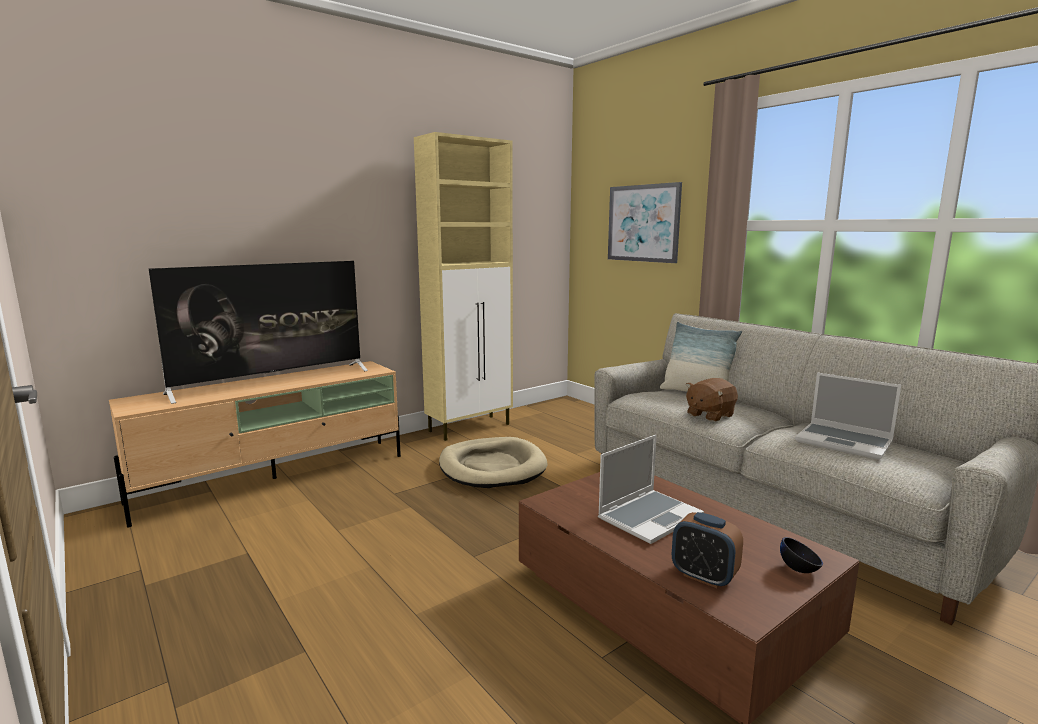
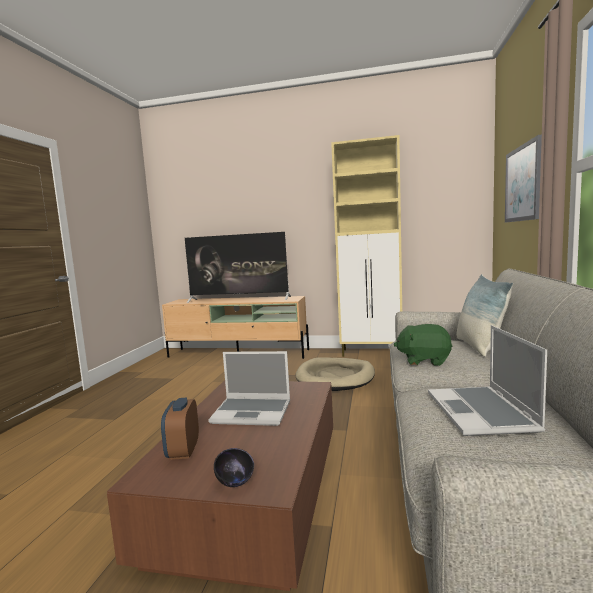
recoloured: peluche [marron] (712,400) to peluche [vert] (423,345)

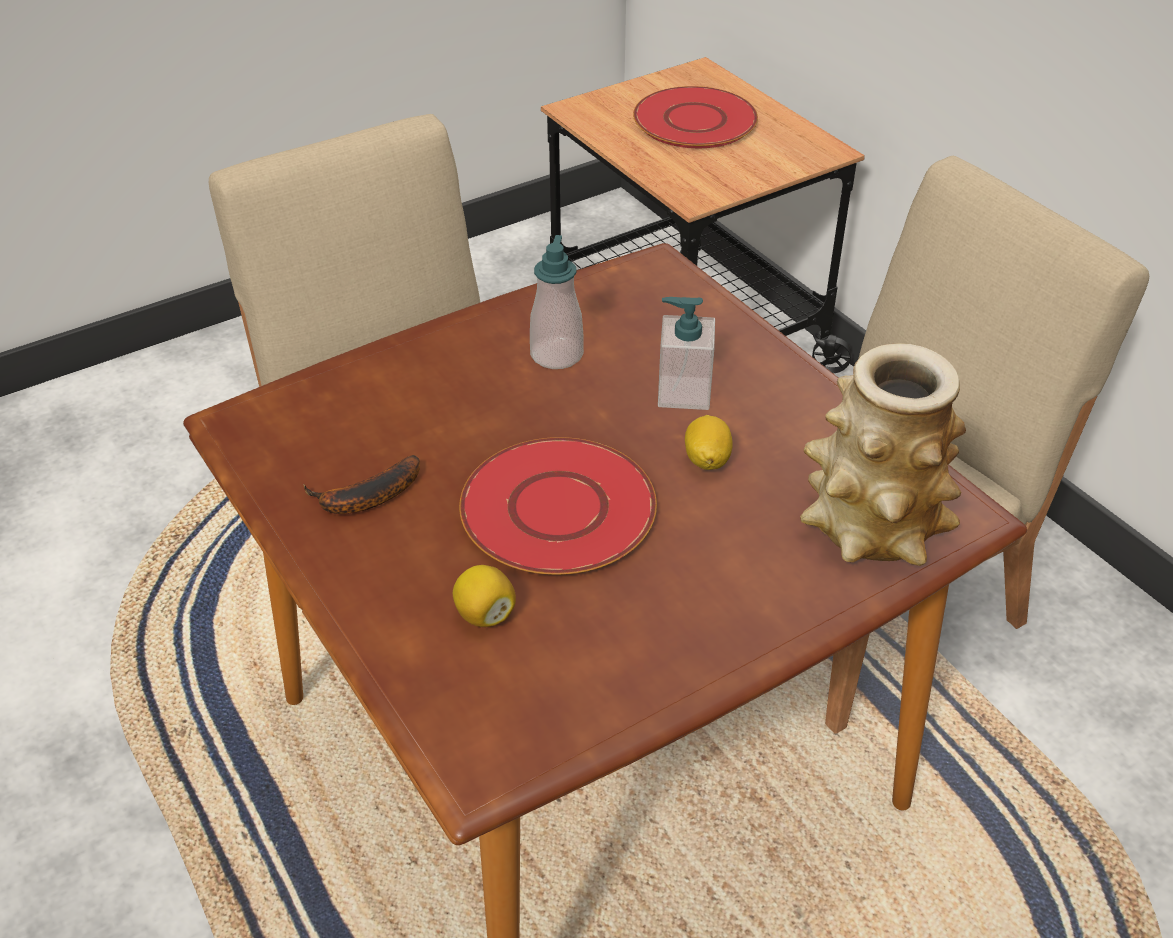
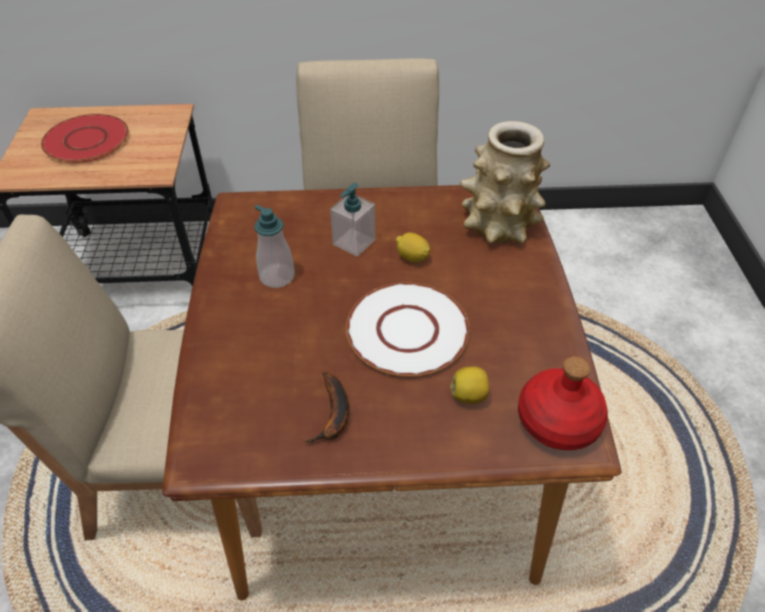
added: bouteille [rouge] (563,403)
recoloured: assiette [rouge] (558,506) to assiette [blanc] (408,329)

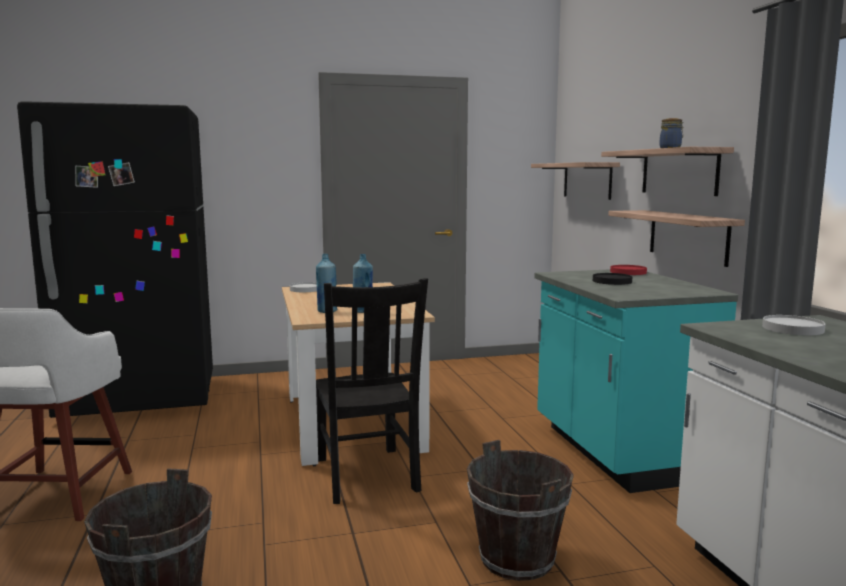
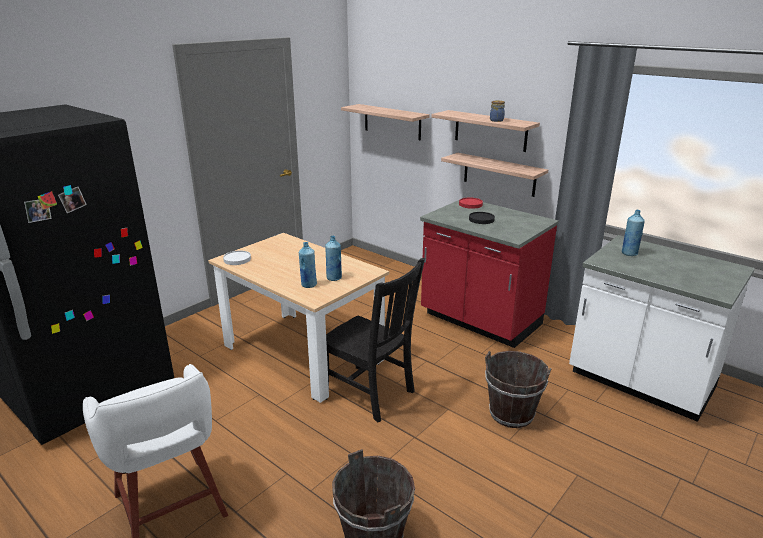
replaced: assiette [blanc] (794,325) to bouteille [bleu] (633,233)
recoloured: comptoir de cuisine [turquoise] (636,381) to comptoir de cuisine [rouge] (489,274)

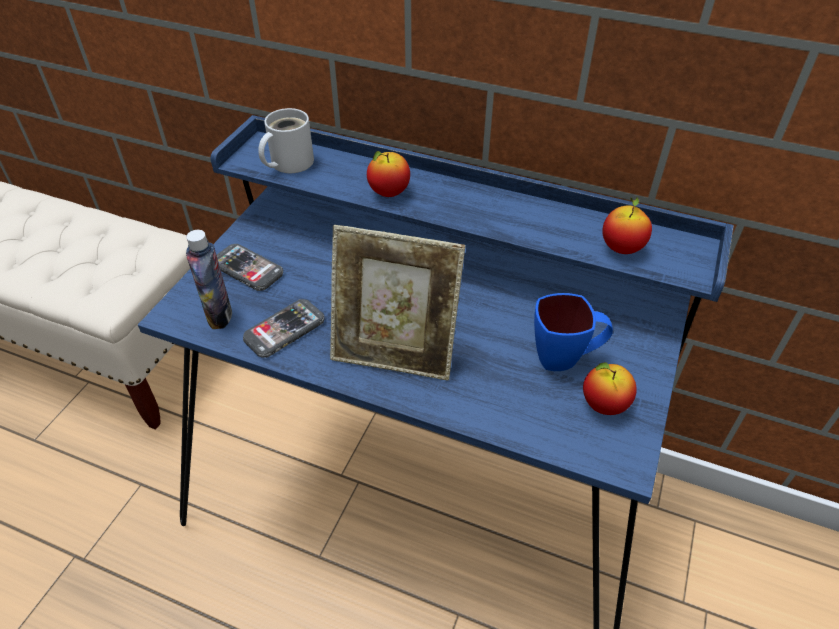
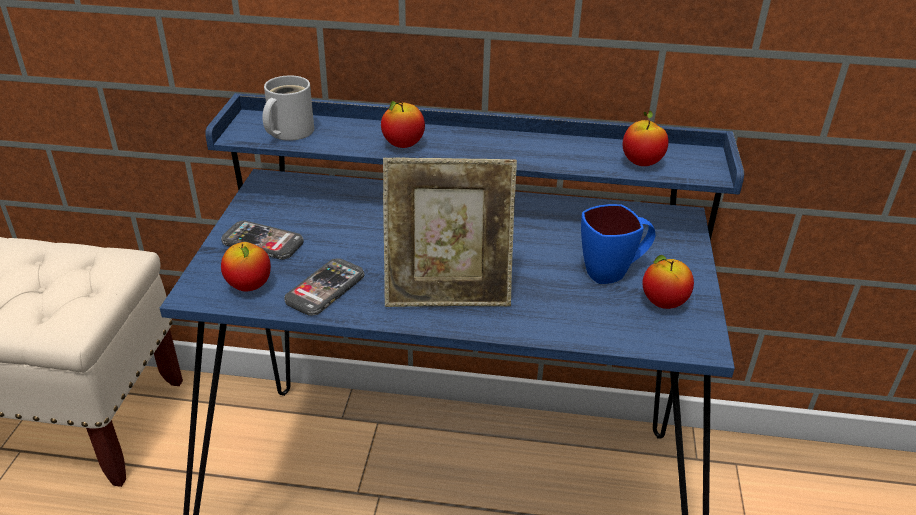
replaced: bouteille (209,279) to pomme (246,266)

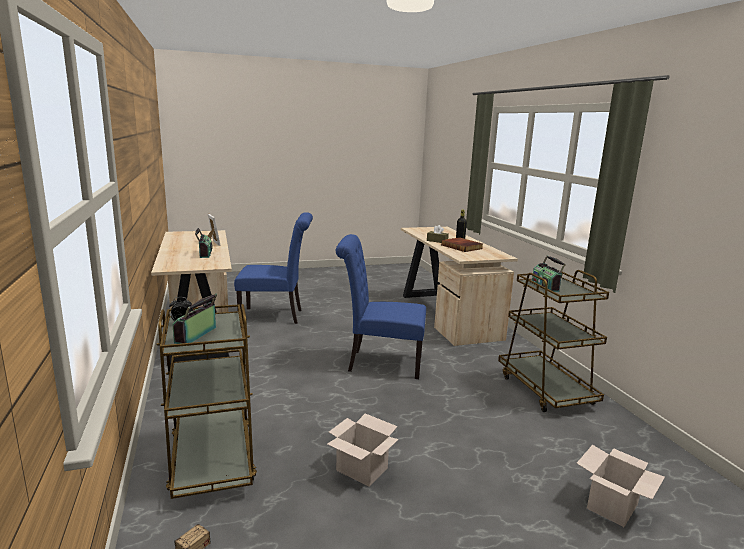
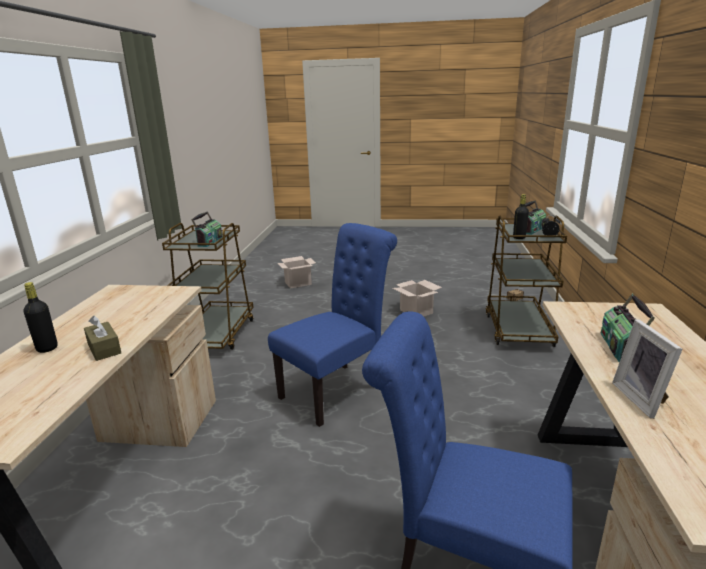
removed: livre (462,244)
added: bouteille [noir] (521,216)
turned: chaise [bleu] (381,306) = (332,325) 75 degrees counterclockwise

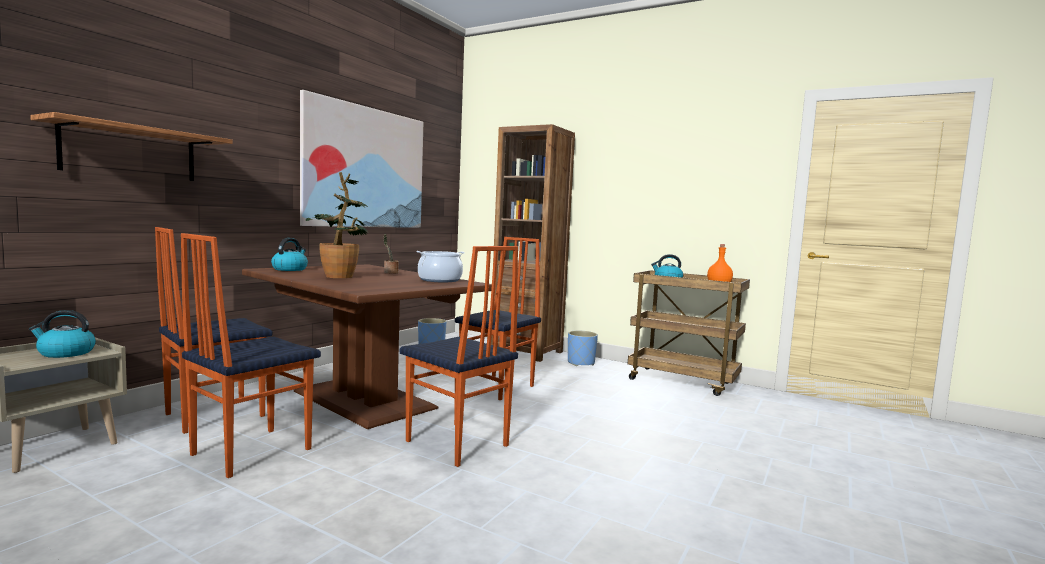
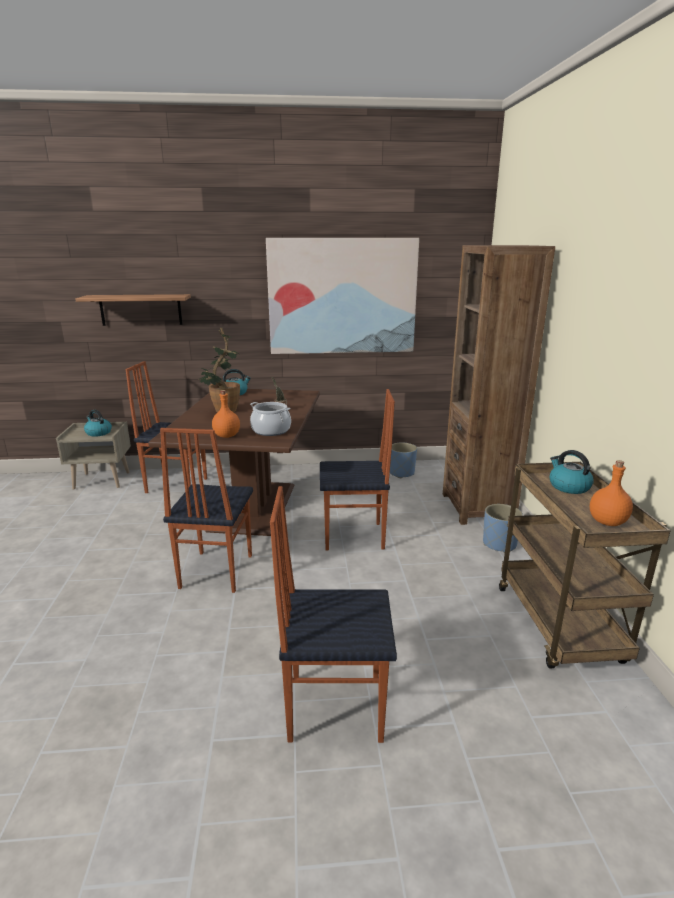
added: bouteille [orange] (226,414)
moved: chaise (251,355) to (333,614)

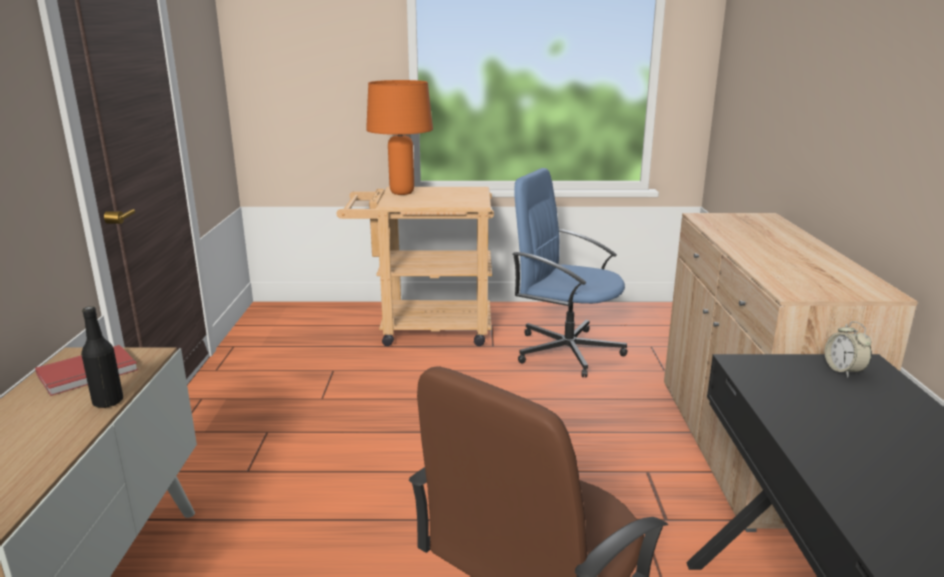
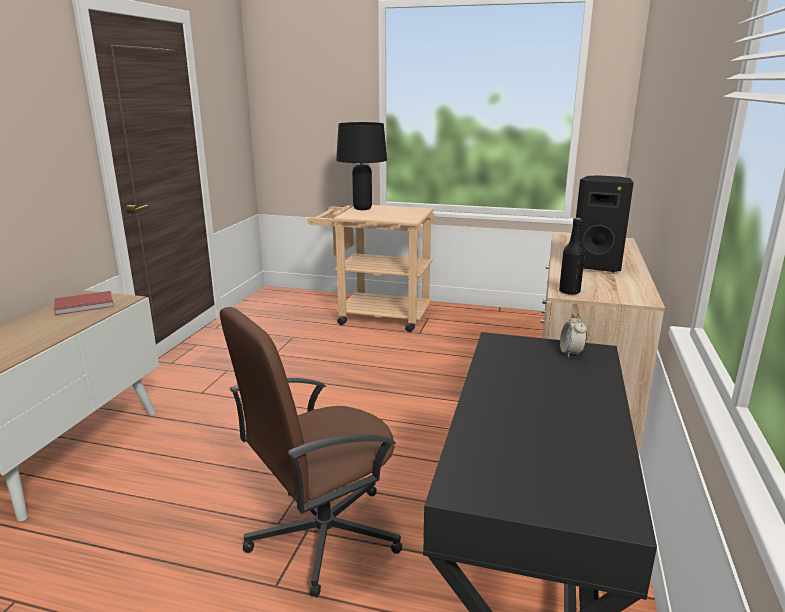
removed: chaise de bureau [bleu] (570,272)
added: enceinte [noir] (605,223)
moved: bouteille [noir] (102,357) to (572,256)
recoloured: lampe de table [orange] (399,137) to lampe de table [noir] (361,166)

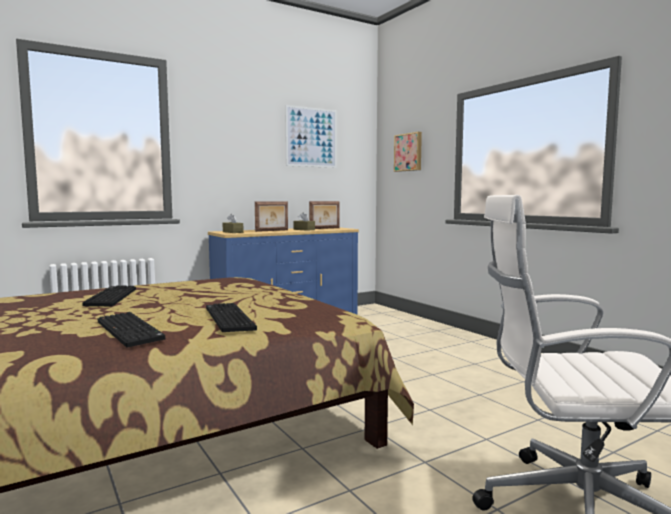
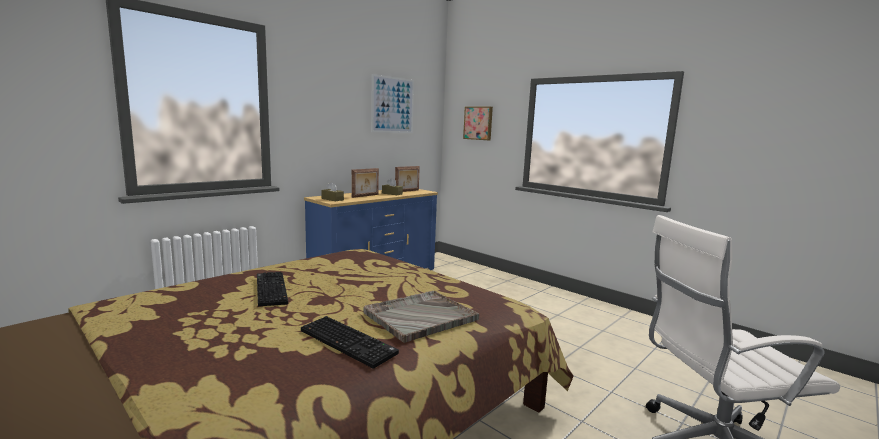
replaced: clavier (231,317) to plateau [gris] (421,317)

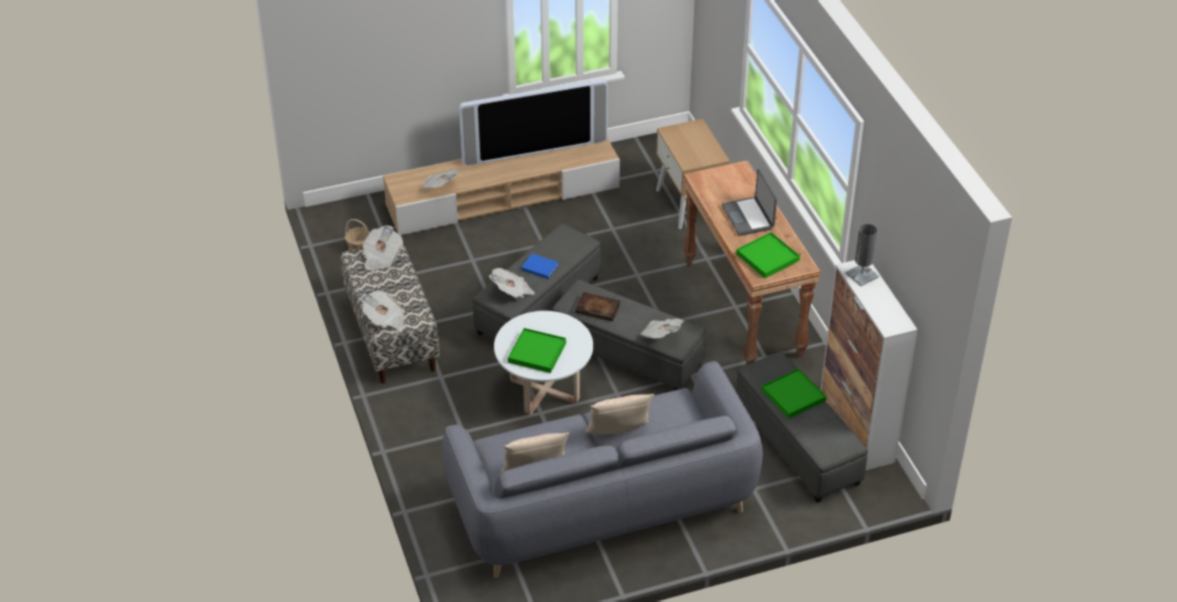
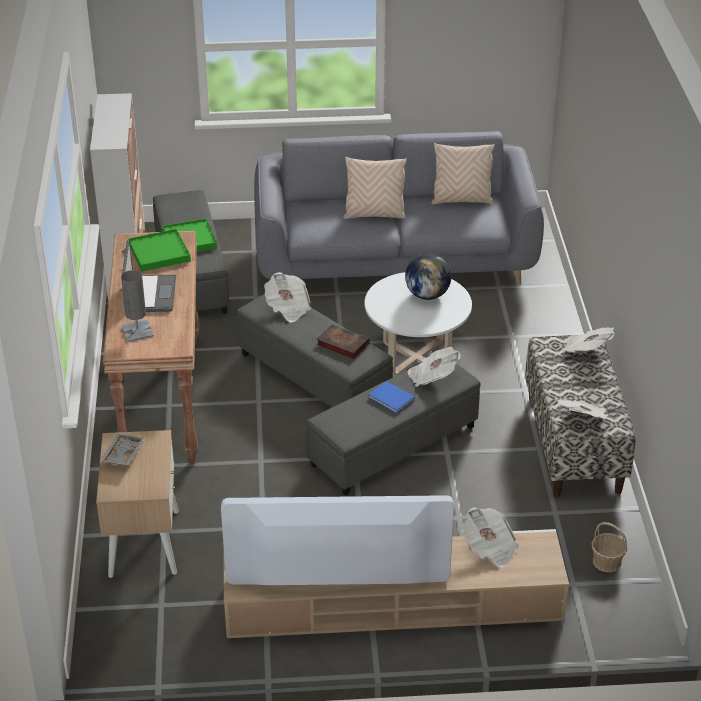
added: plateau [gris] (122,449)
moved: lampe de table [gris] (862,255) to (137,306)
replaced: plateau [vert] (537,350) to globe (428,277)

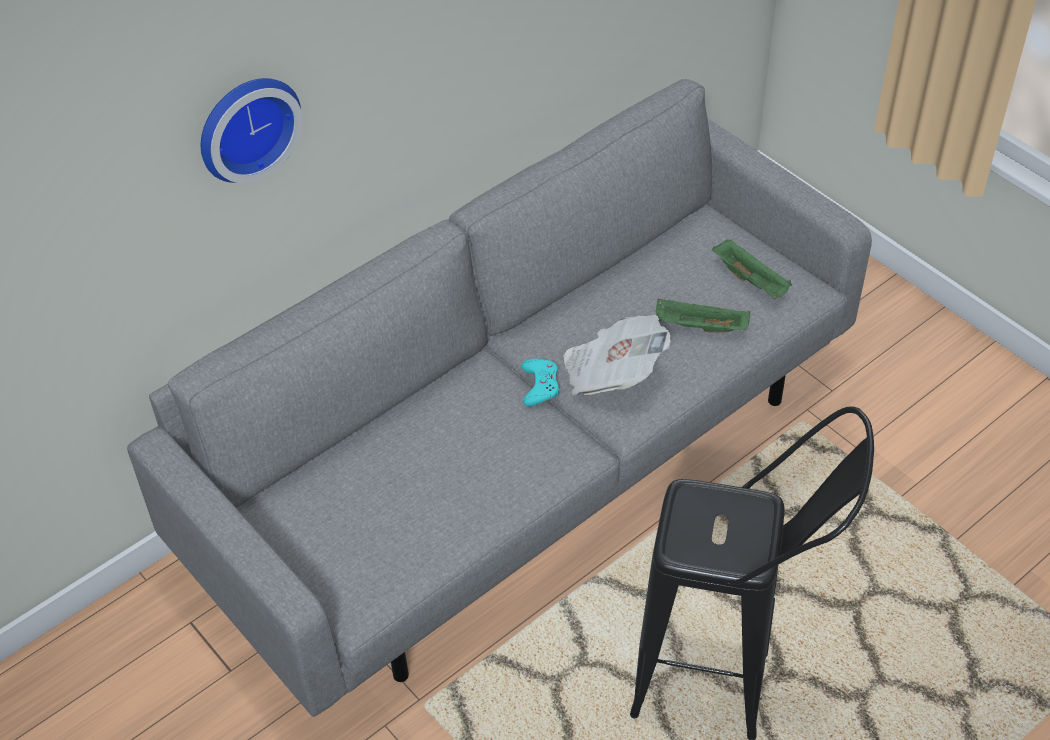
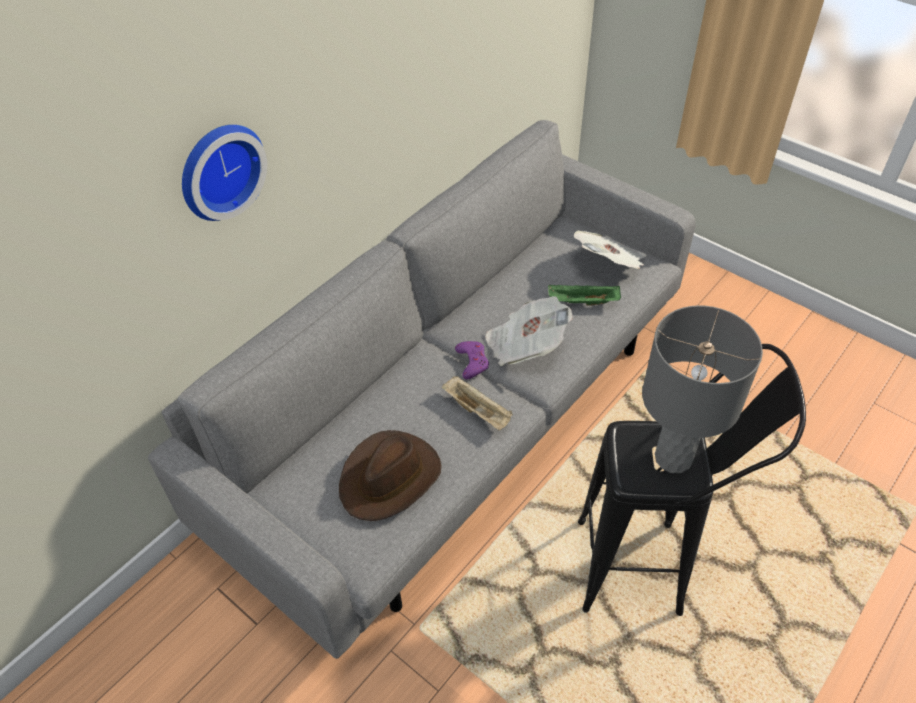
added: chapeau [marron] (390,475); plateau [beige] (477,403); lampe de table [gris] (702,389)
replaced: plateau [vert] (752,269) to journal (610,250)
recoloured: manette [turquoise] (540,383) to manette [violet] (472,360)

